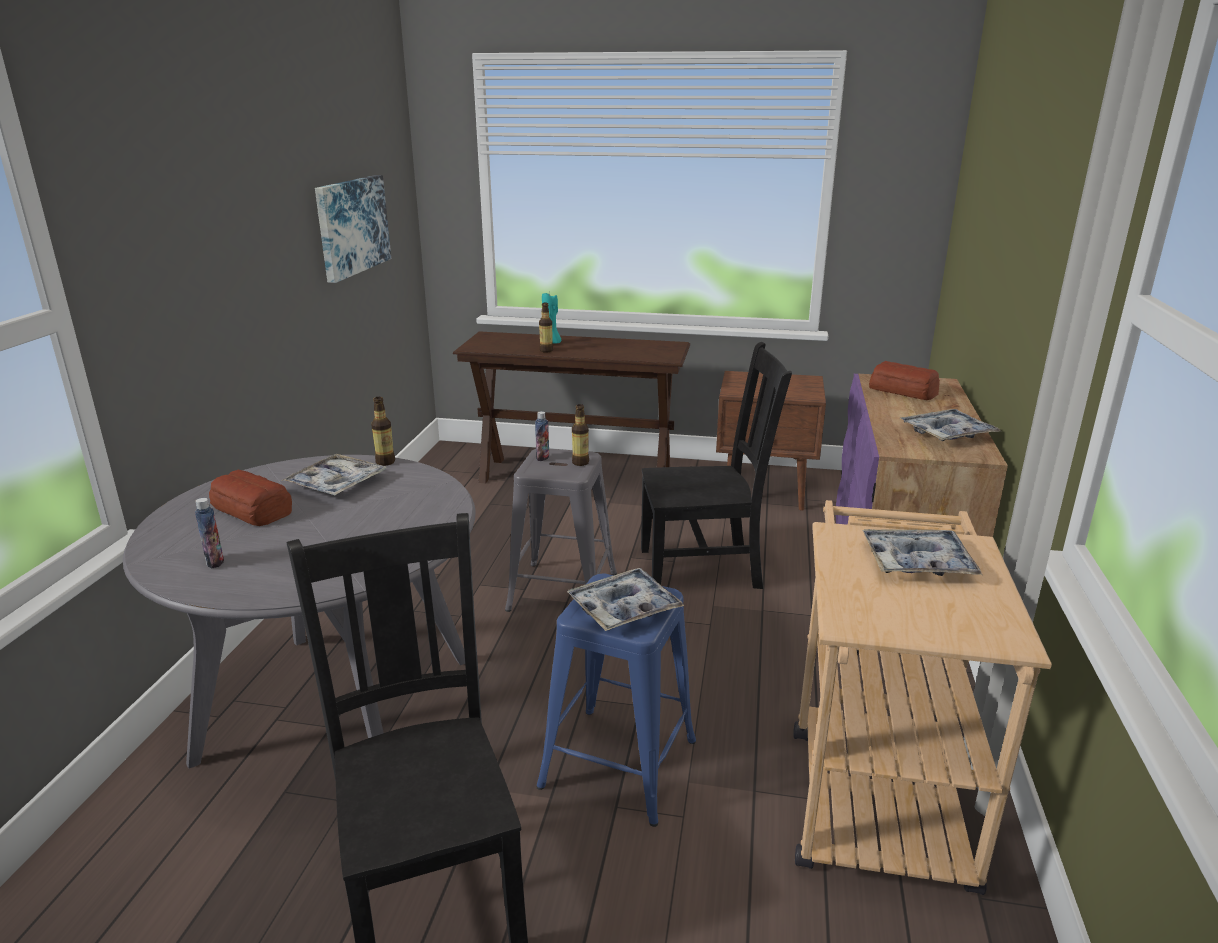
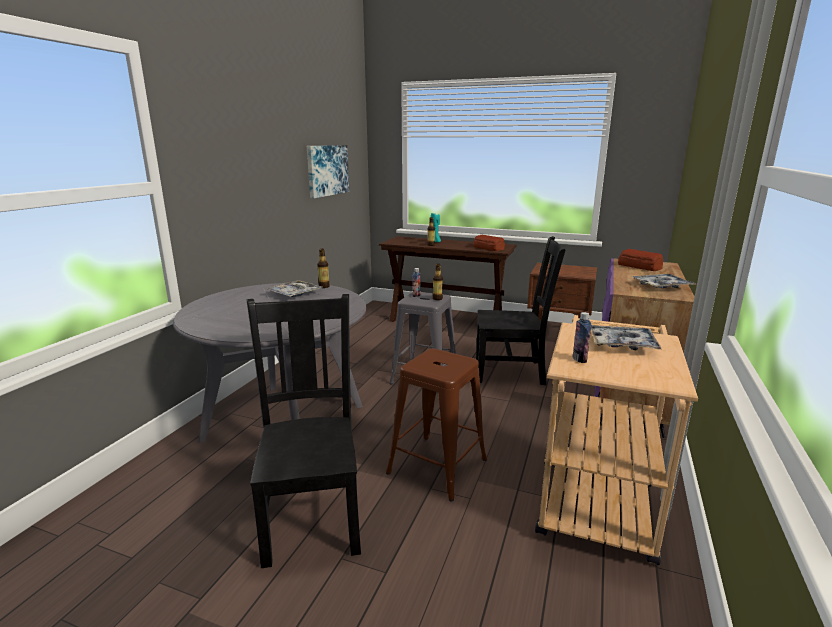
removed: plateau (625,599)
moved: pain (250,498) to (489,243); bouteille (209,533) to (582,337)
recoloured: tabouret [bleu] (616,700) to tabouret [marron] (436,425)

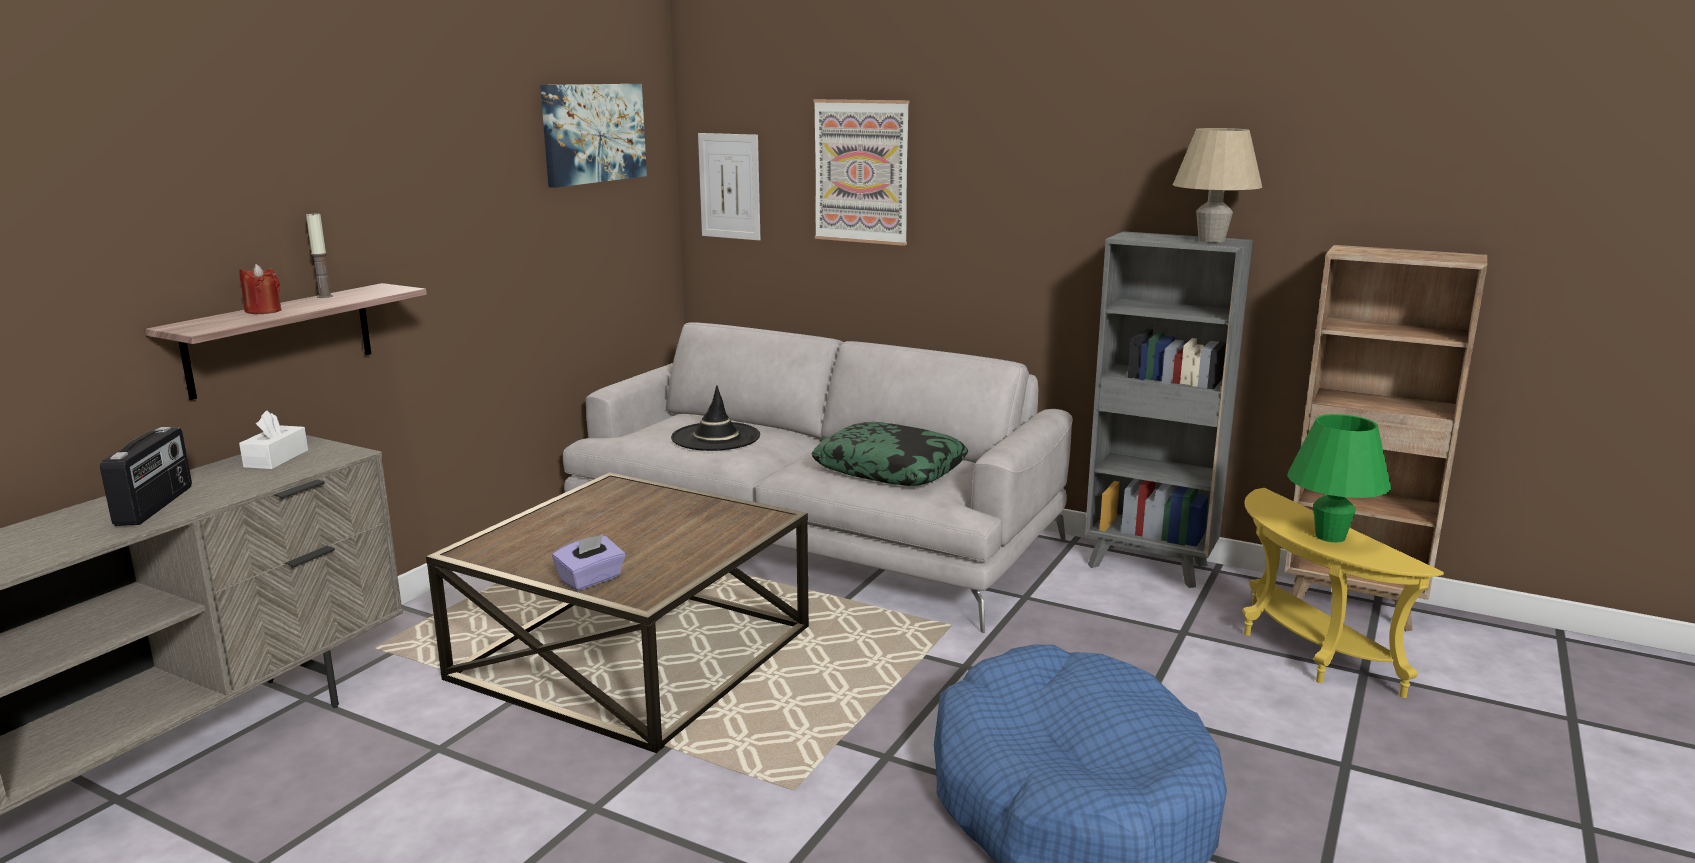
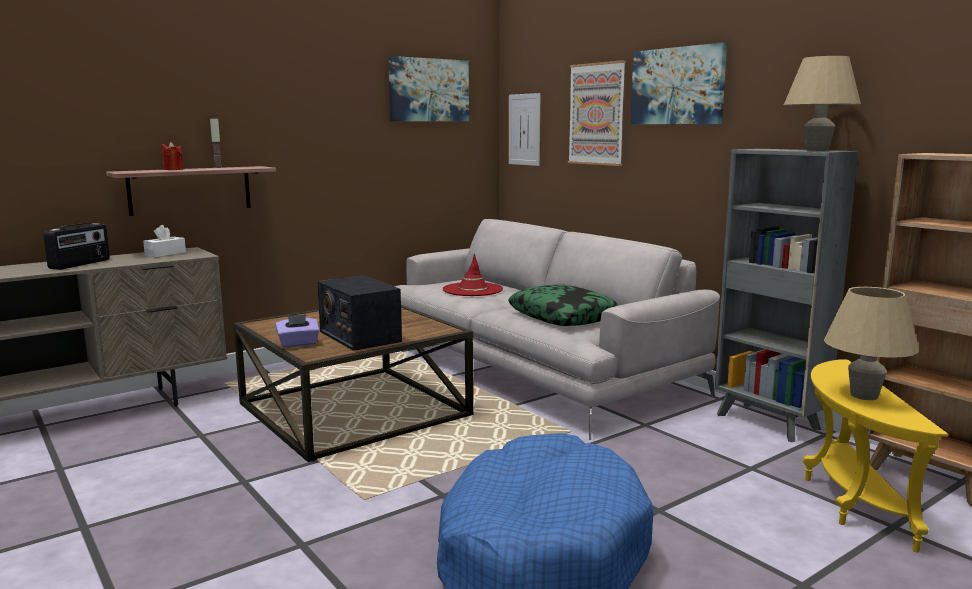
added: radio (359,313); tableau (679,83)
recoloured: chapeau [noir] (715,418) to chapeau [rouge] (473,275); lampe de table [vert] (1339,478) to lampe de table [beige] (871,343)

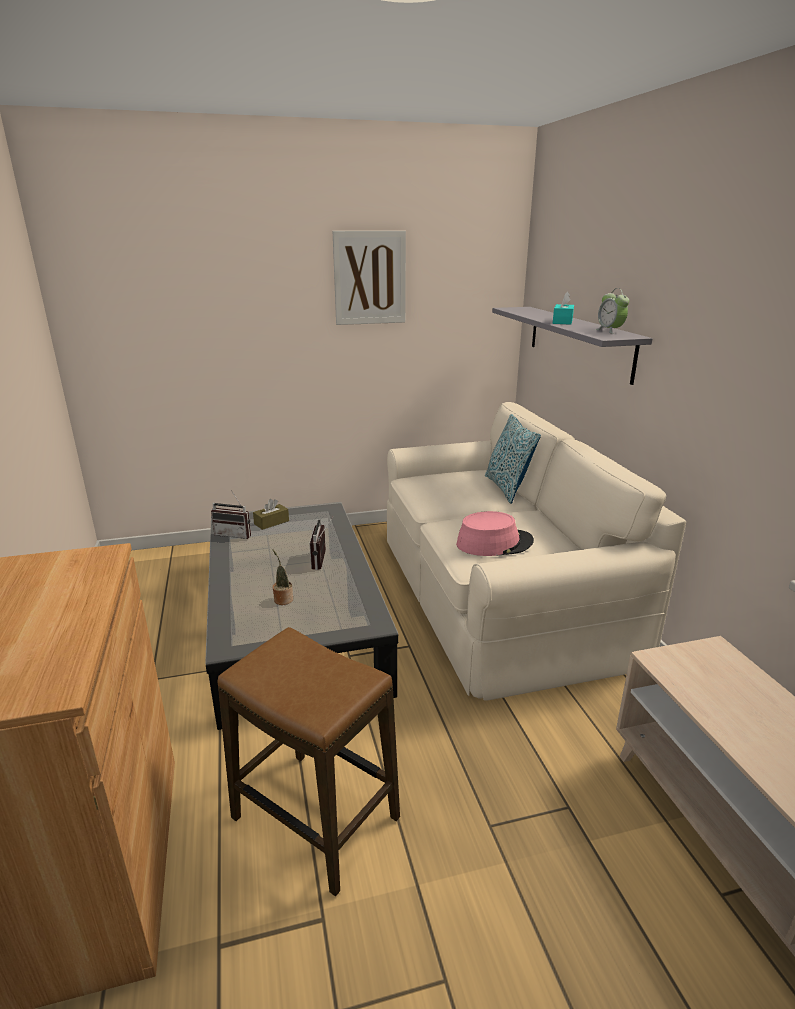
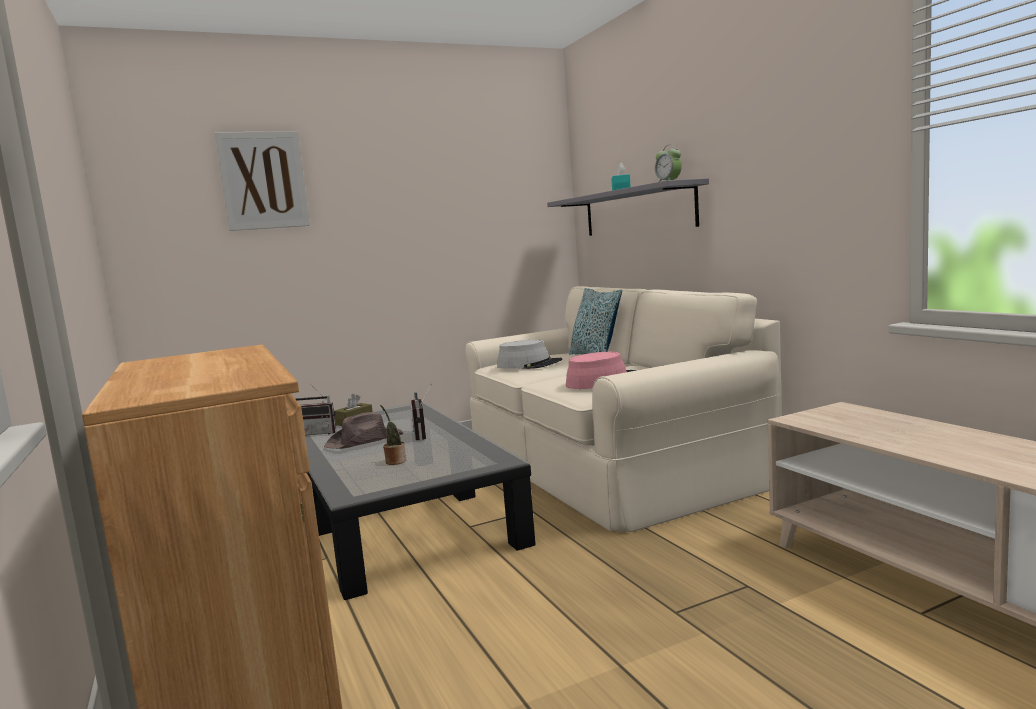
removed: tabouret (309,761)
added: chapeau [marron] (363,430); chapeau [gris] (529,354)
moved: tableau (369,278) to (262,181)

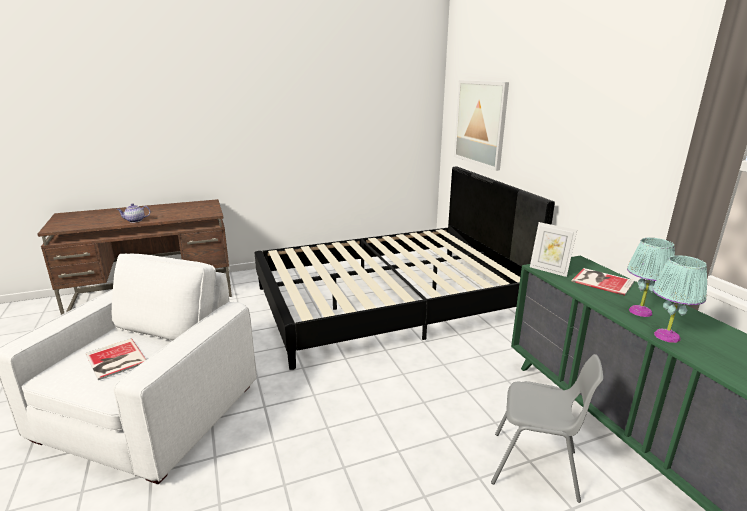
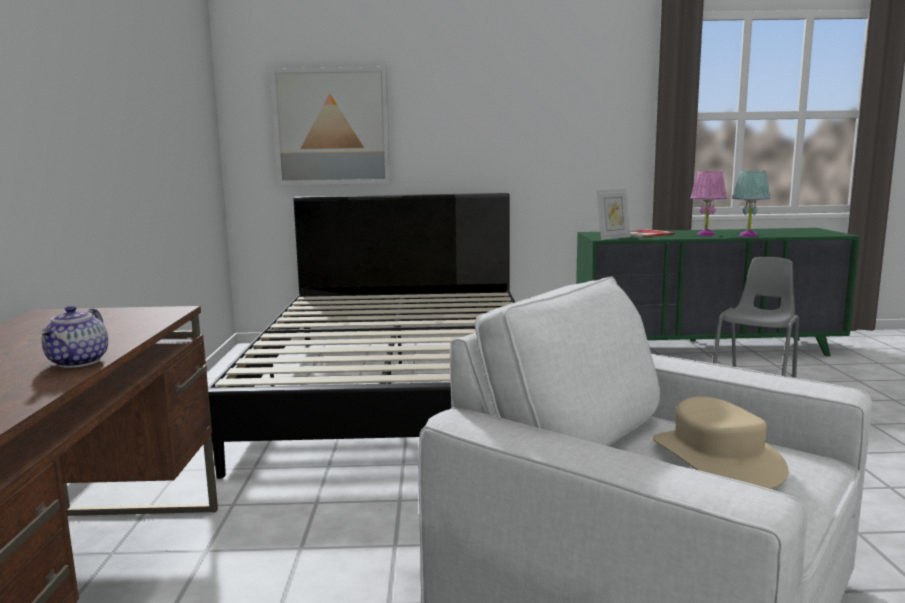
replaced: livre (115,359) to chapeau [beige] (721,443)
recoloured: lampe de table [turquoise] (651,277) to lampe de table [rose] (708,203)

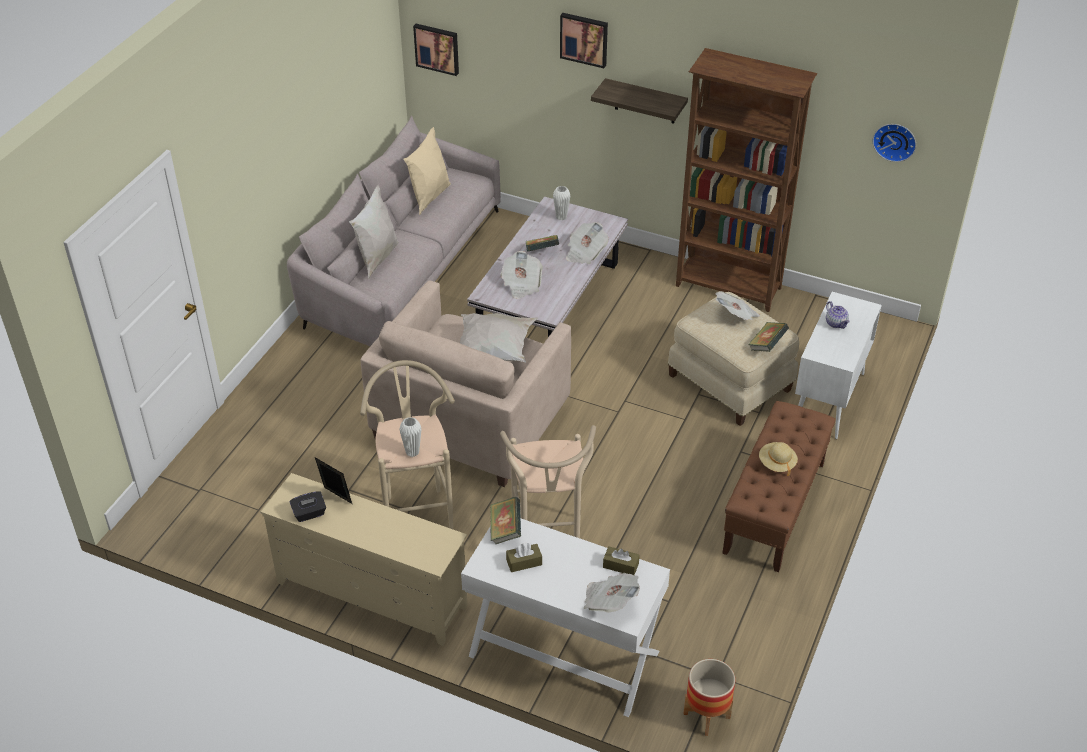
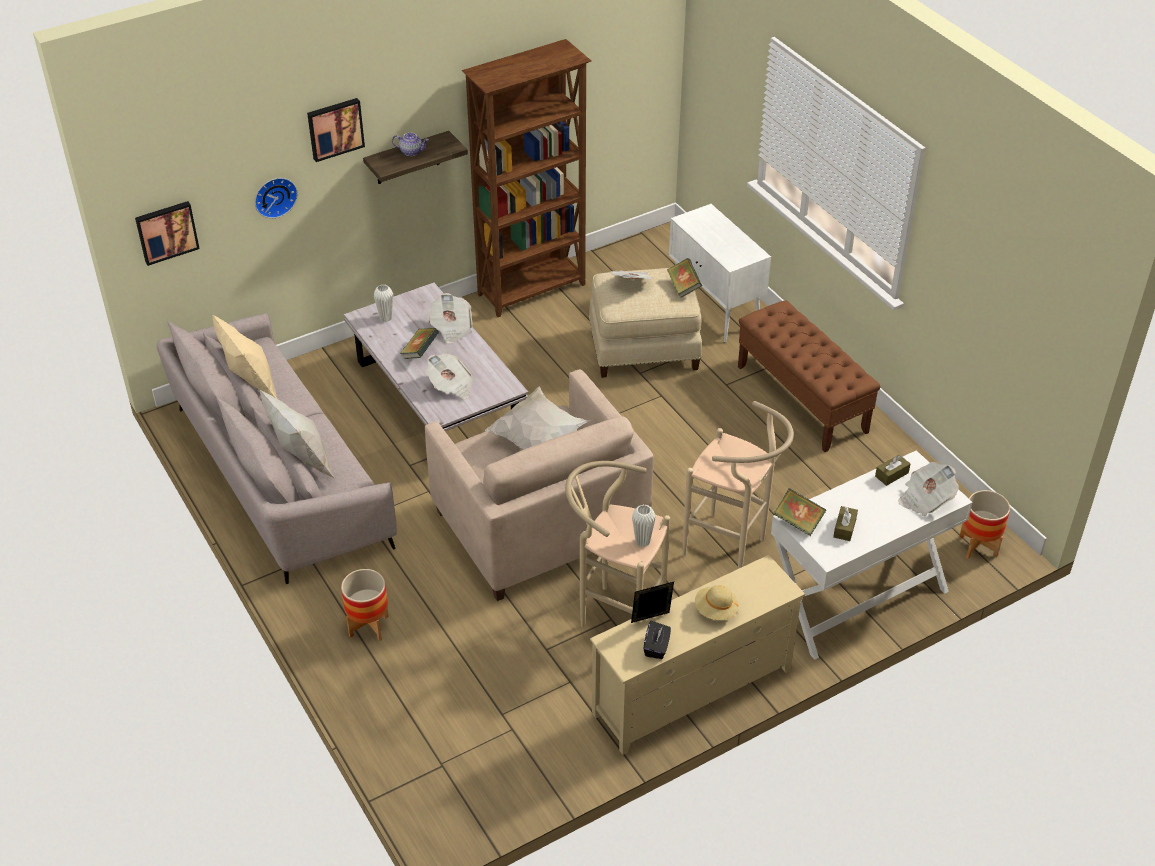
added: cache-pot (365,605)
moved: horloge murale (894,143) to (276,198); théière (838,315) to (410,144); chapeau [beige] (778,459) to (716,602)

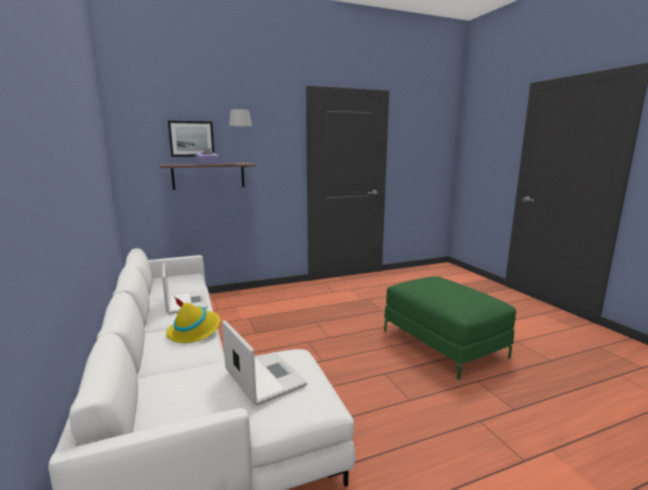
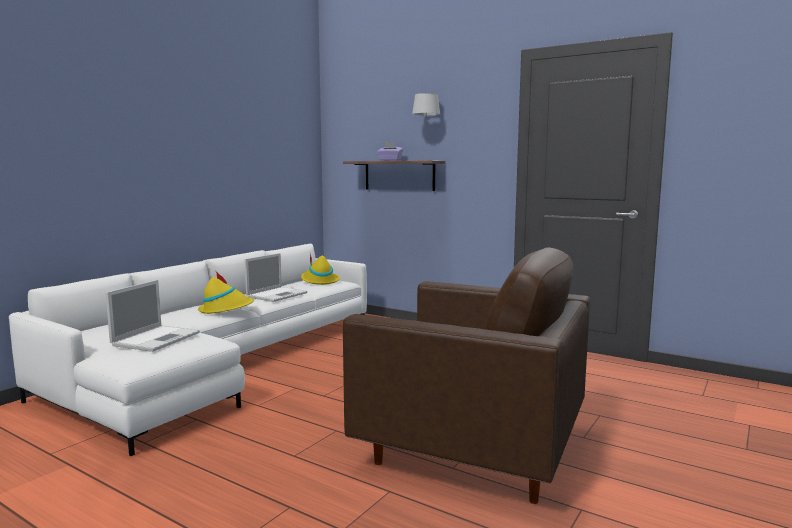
removed: tableau (191,139)
added: chapeau [jaune] (320,269)
replaced: pouf [vert] (450,328) to fauteuil [marron] (466,376)

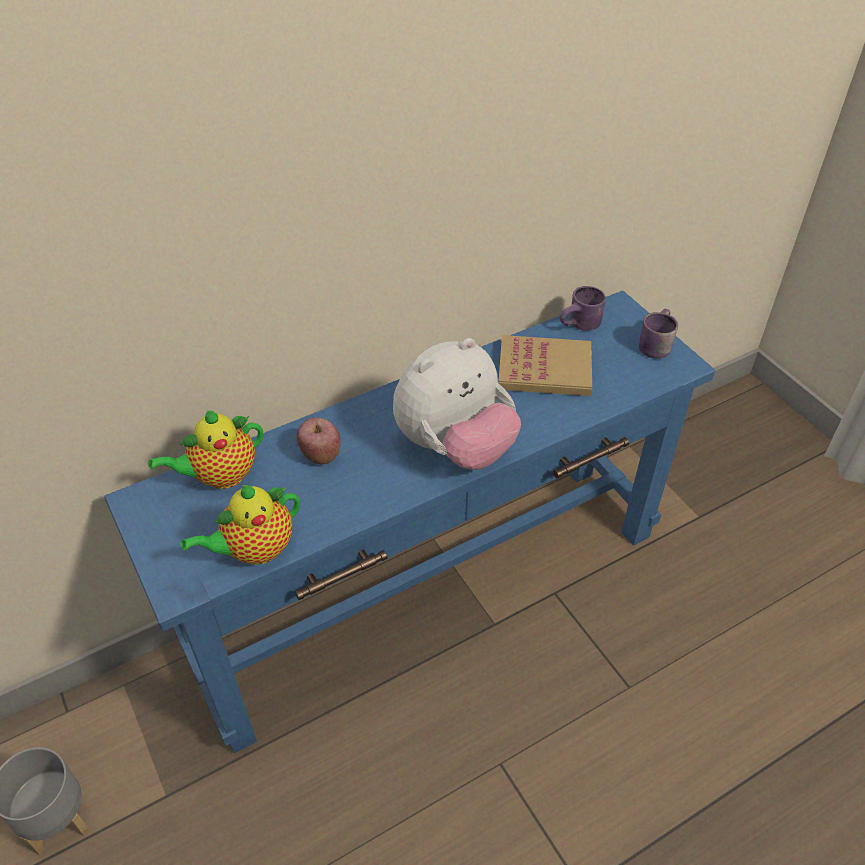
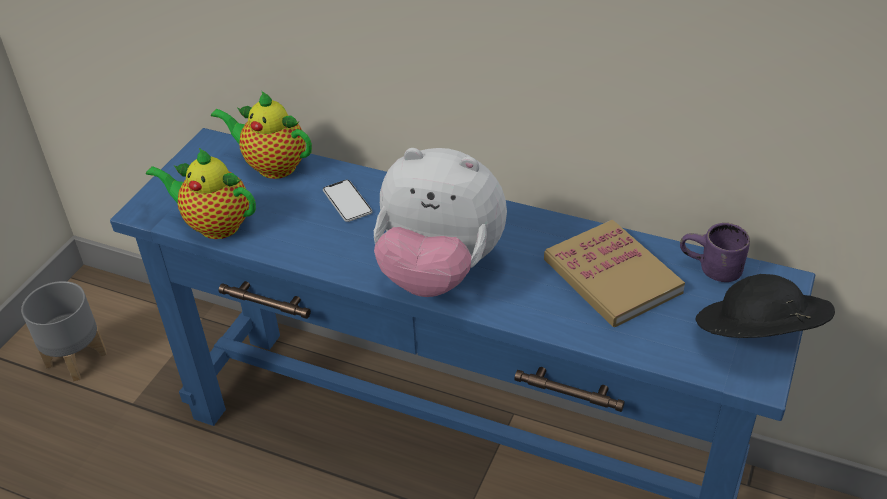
replaced: pomme (319,440) to téléphone (348,201); mug [violet] (658,334) to chapeau [noir] (765,306)

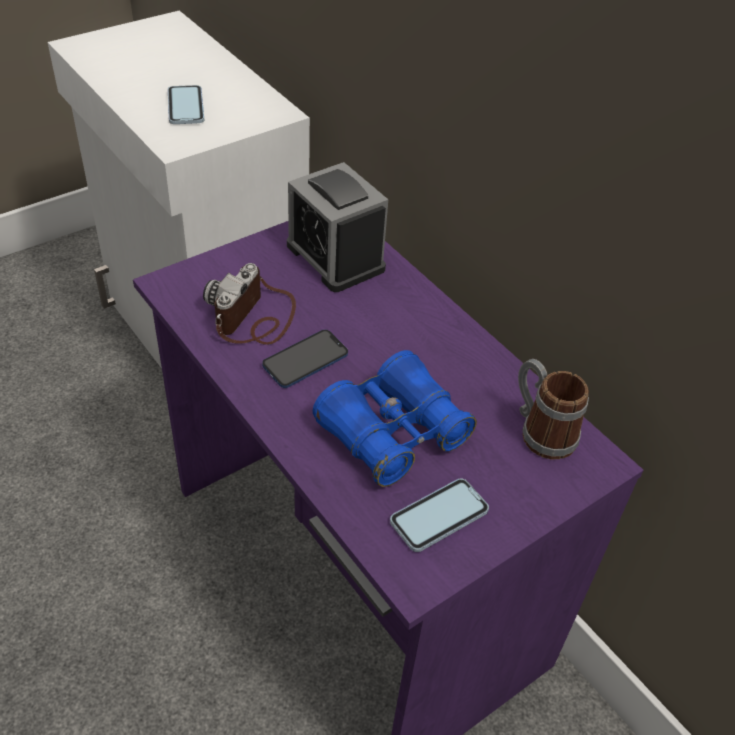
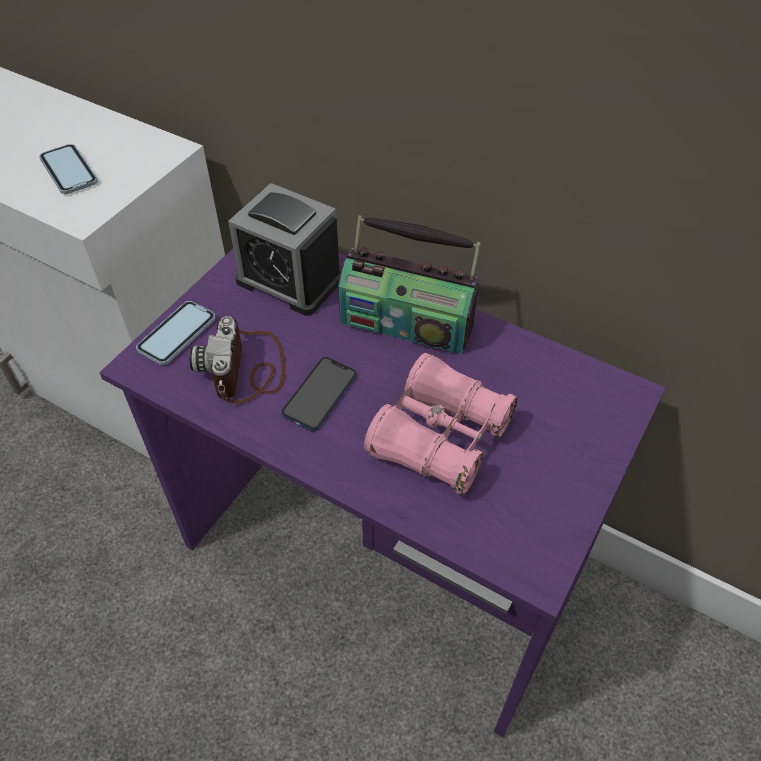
removed: mug (553,409)
added: radio (409,284)
moved: téléphone (439,515) to (176,333)
recoloured: jumelles [bleu] (395,418) to jumelles [rose] (441,424)

